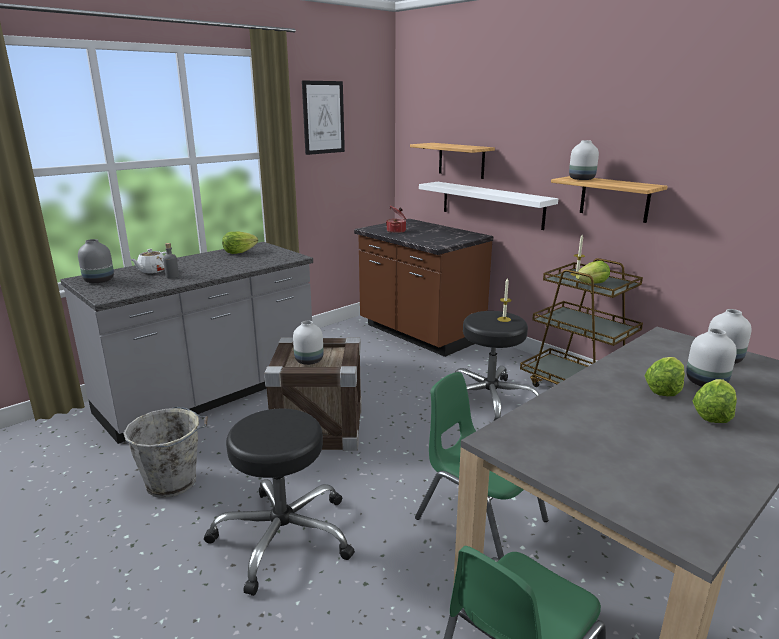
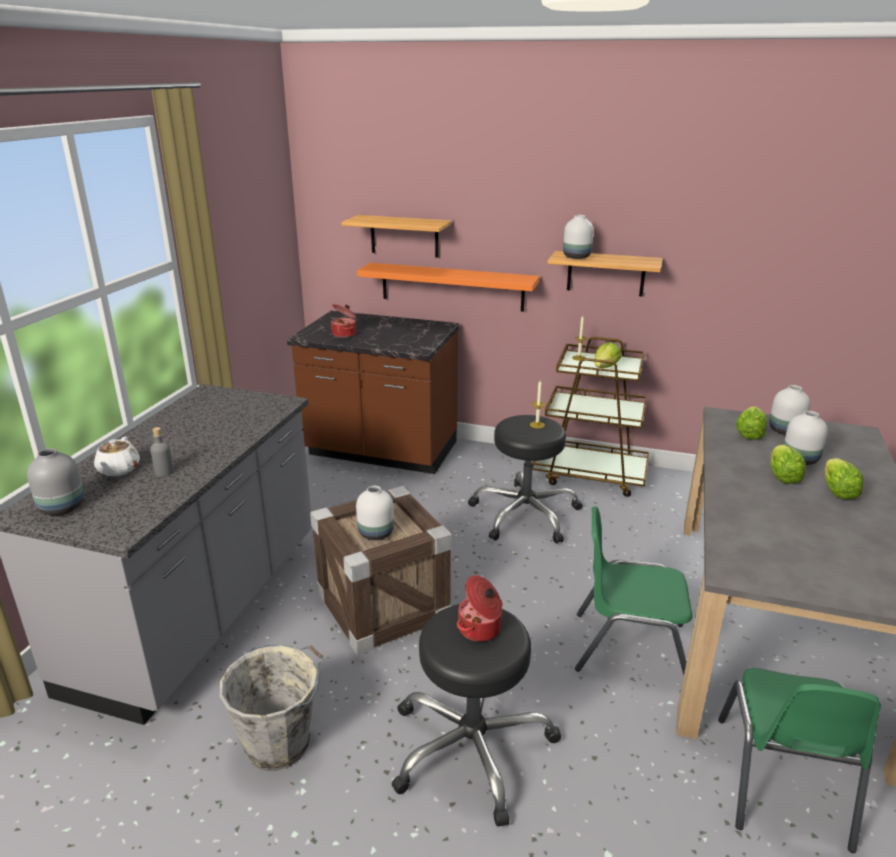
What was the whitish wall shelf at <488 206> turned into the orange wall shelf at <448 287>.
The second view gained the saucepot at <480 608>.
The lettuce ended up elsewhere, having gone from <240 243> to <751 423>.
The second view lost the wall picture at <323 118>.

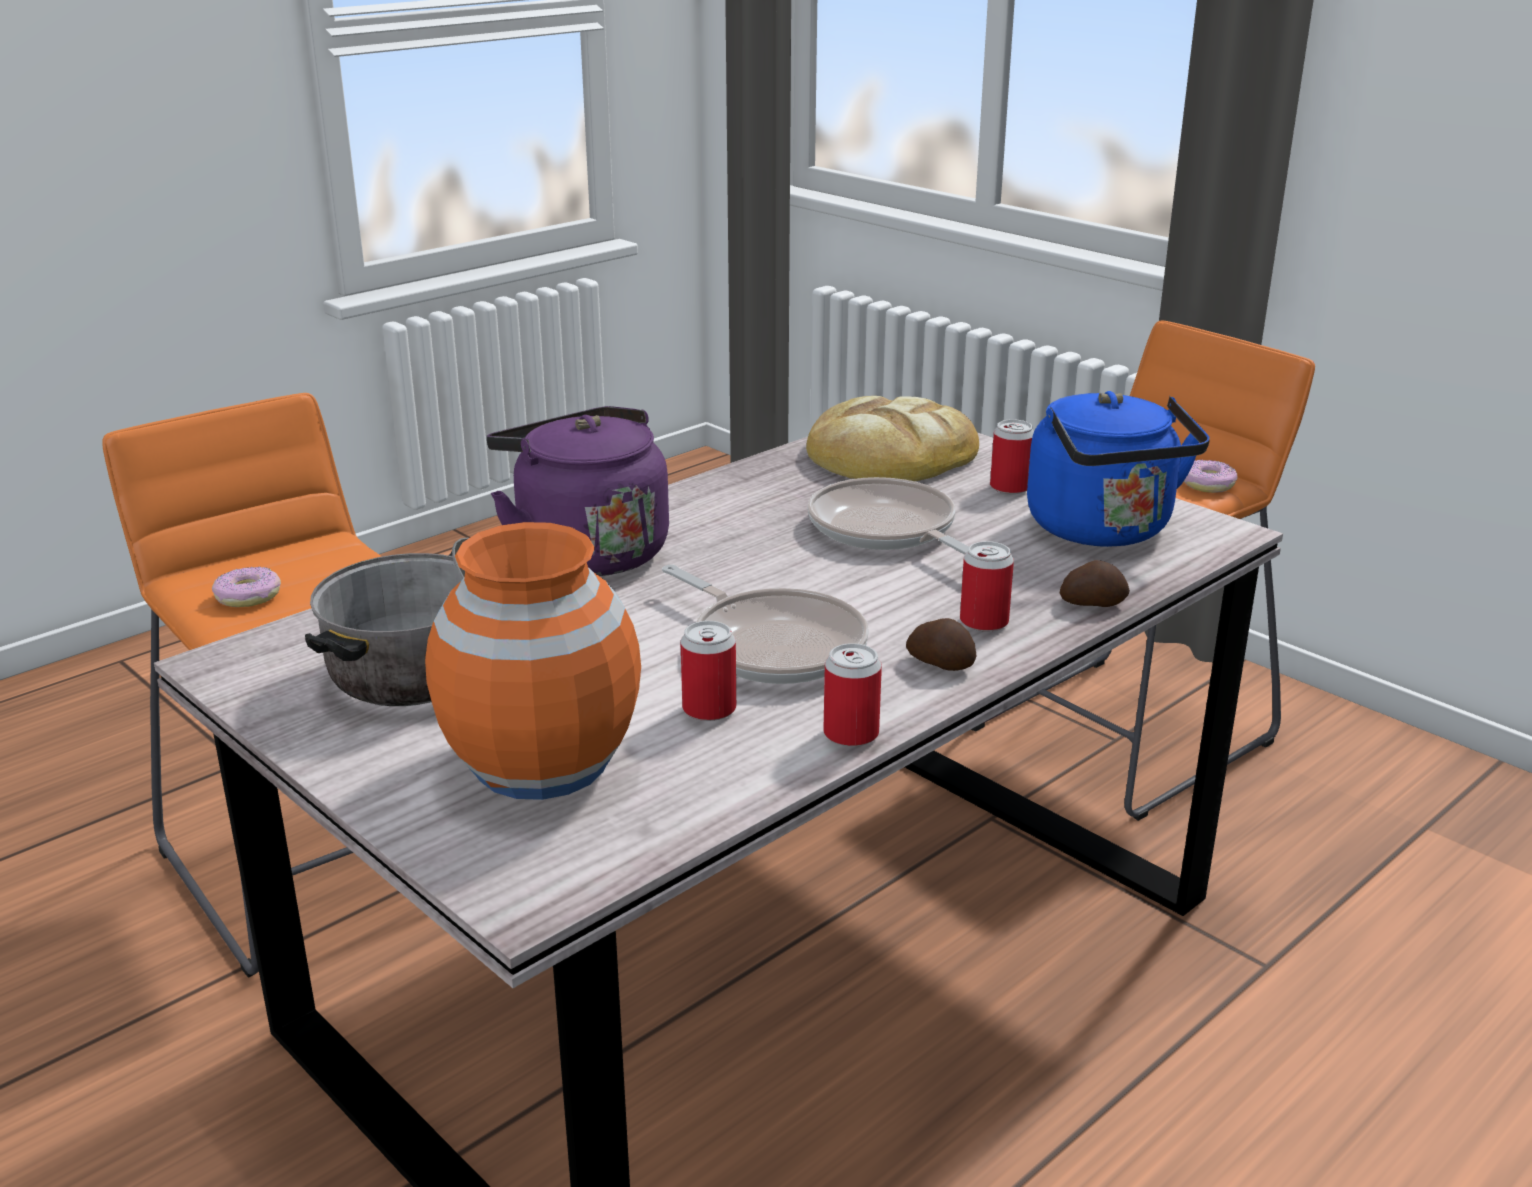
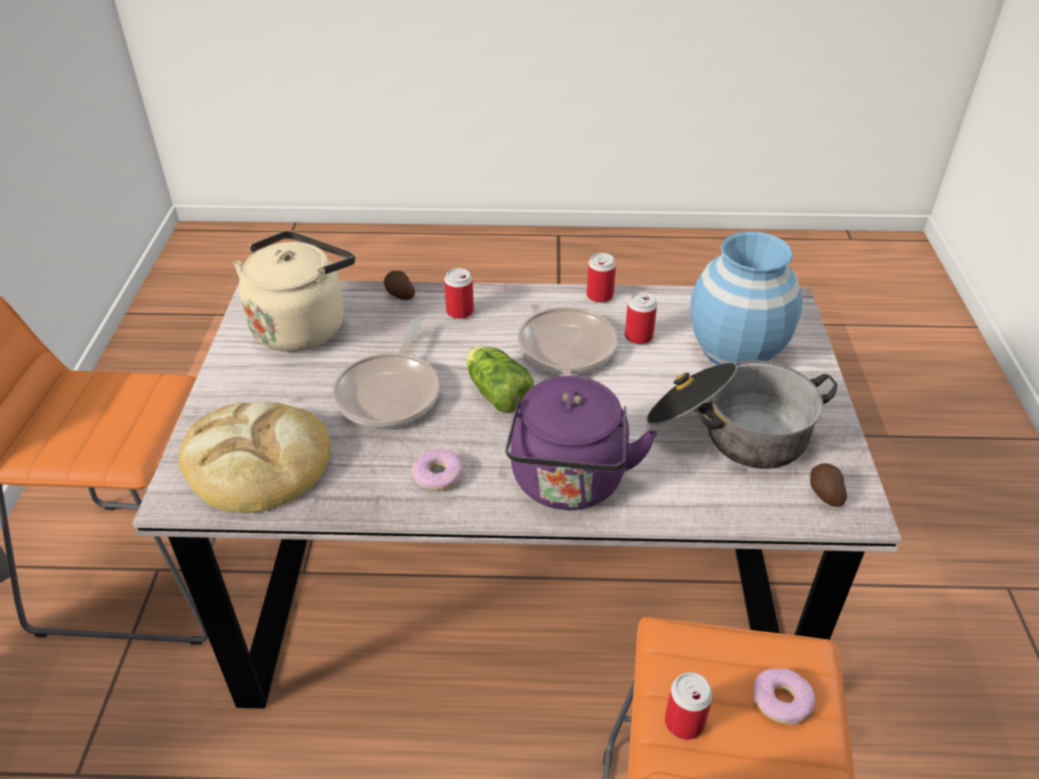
What was the blue-coloured water kettle at <1118 469> turned into the beige water kettle at <294 291>.
The donut ended up elsewhere, having gone from <1210 476> to <437 470>.
The second view gained the lettuce at <500 379>.
The metal can ended up elsewhere, having gone from <1012 456> to <689 706>.
What was the orange vase at <533 661> turned into the blue-coloured vase at <746 298>.
The spud ended up elsewhere, having gone from <941 644> to <828 485>.

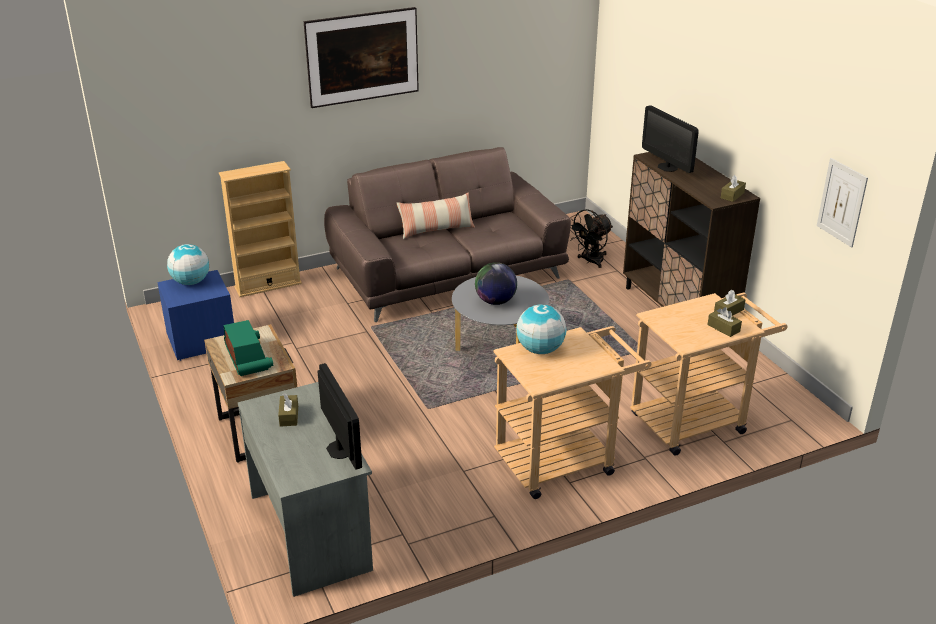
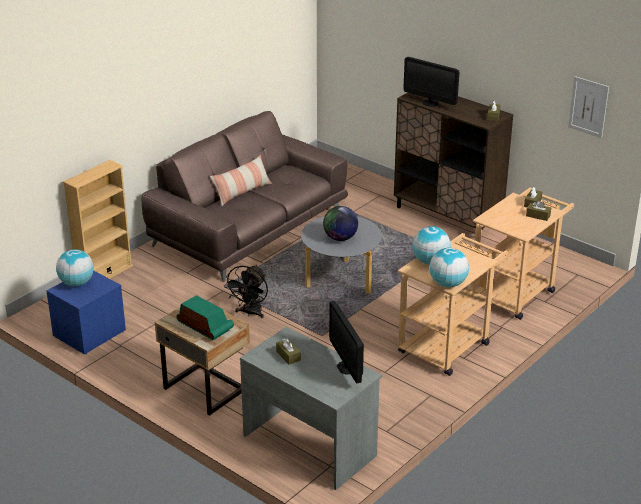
The black-coloured fan ended up elsewhere, having gone from <592 238> to <246 291>.
The computer screen at <339 416> ended up facing another way, 150 degrees counterclockwise from before.
The second view gained the world globe at <449 267>.
The second view lost the wall picture at <361 57>.

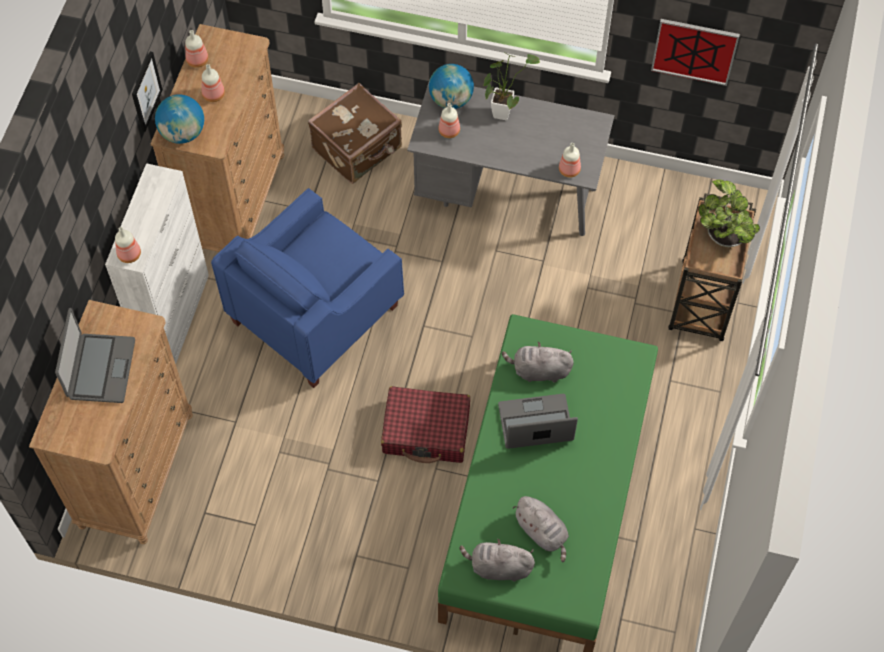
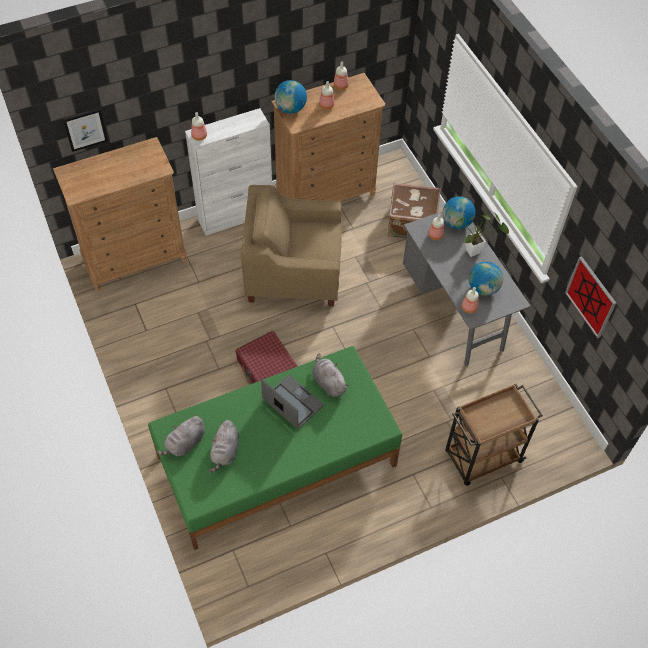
The wall picture ended up elsewhere, having gone from <147 91> to <85 130>.
The gray cuddly toy at <497 560> ended up facing another way, 105 degrees counterclockwise from before.
What was the blue-coloured easy chair at <307 288> turned into the beige easy chair at <291 245>.
The second view gained the world globe at <486 279>.
The second view lost the portable computer at <95 355>.
The second view lost the plant in a pot at <729 213>.

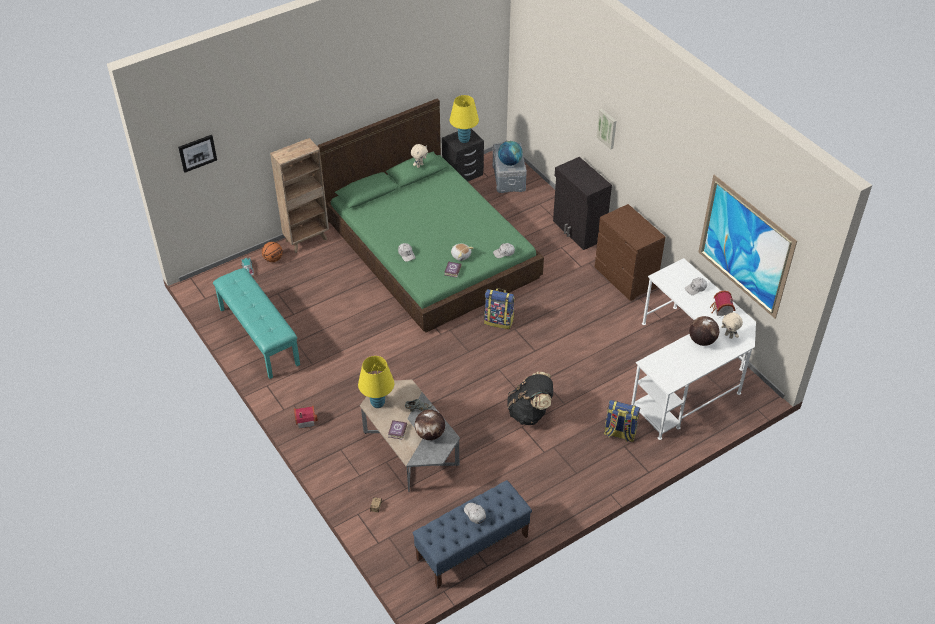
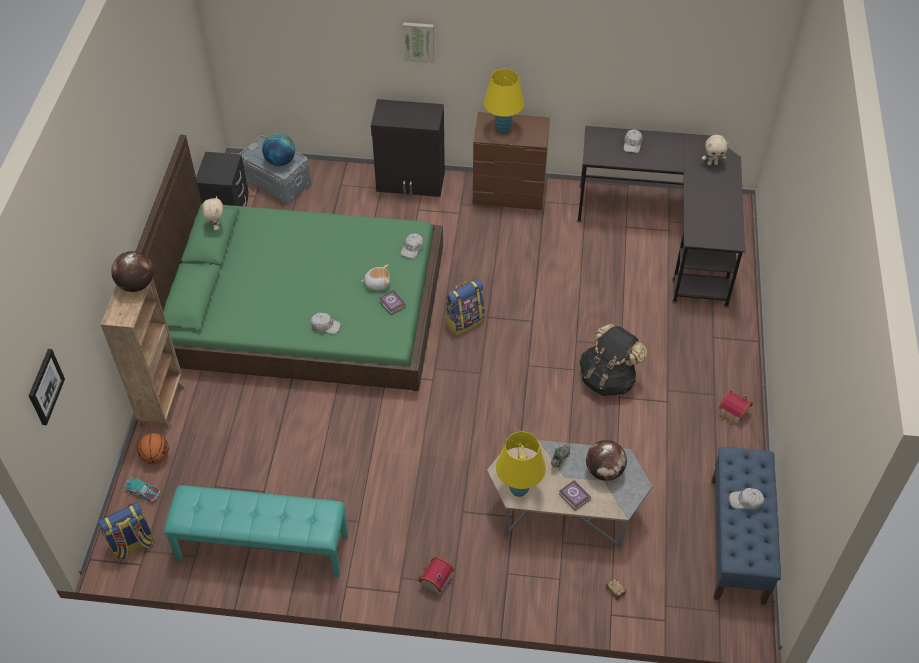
The rucksack ended up elsewhere, having gone from <622 421> to <126 531>.
The world globe ended up elsewhere, having gone from <704 331> to <132 271>.
The yellowish tabletop lamp ended up elsewhere, having gone from <464 119> to <504 101>.
What was the whitish desk unit at <693 349> turned into the black-coloured desk unit at <661 217>.
The toy house ended up elsewhere, having gone from <722 303> to <736 408>.
The second view lost the wall picture at <747 247>.

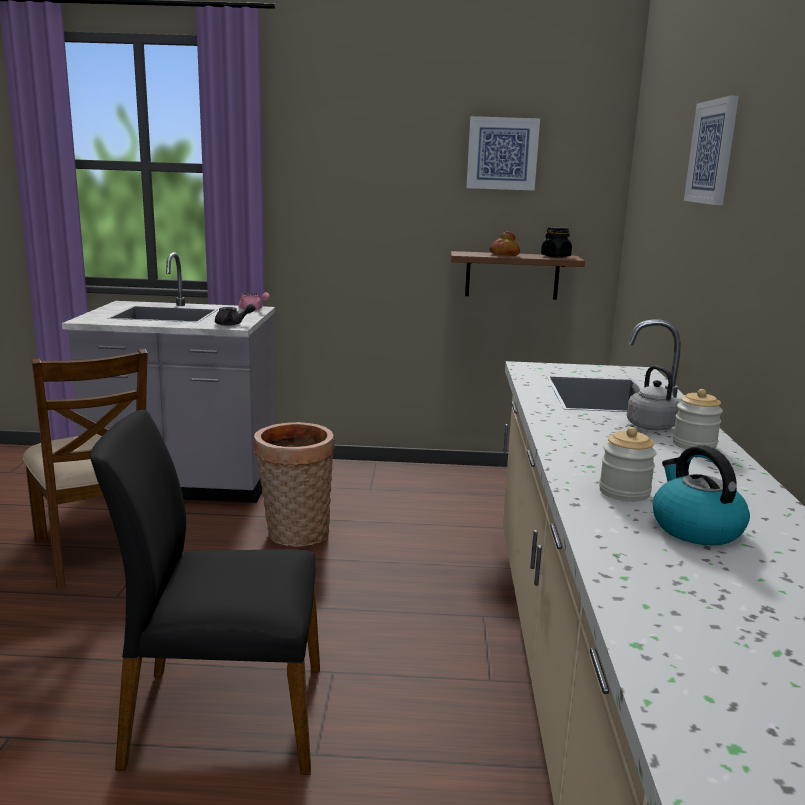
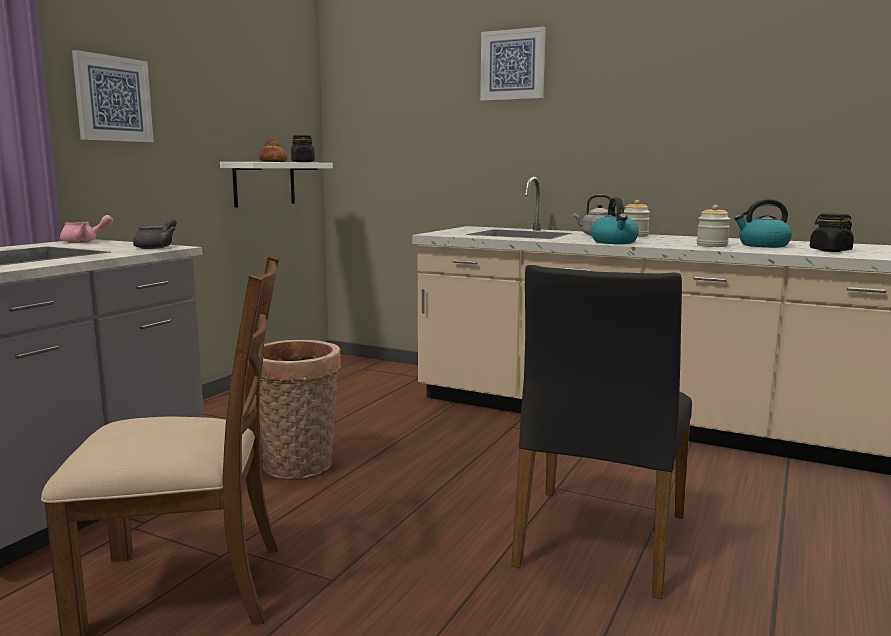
The wall picture ended up elsewhere, having gone from <503 153> to <113 96>.
What was the brown wall shelf at <518 275> turned into the whitish wall shelf at <276 185>.
The second view gained the water kettle at <615 220>.
The second view gained the black-coloured preserve jar at <832 232>.

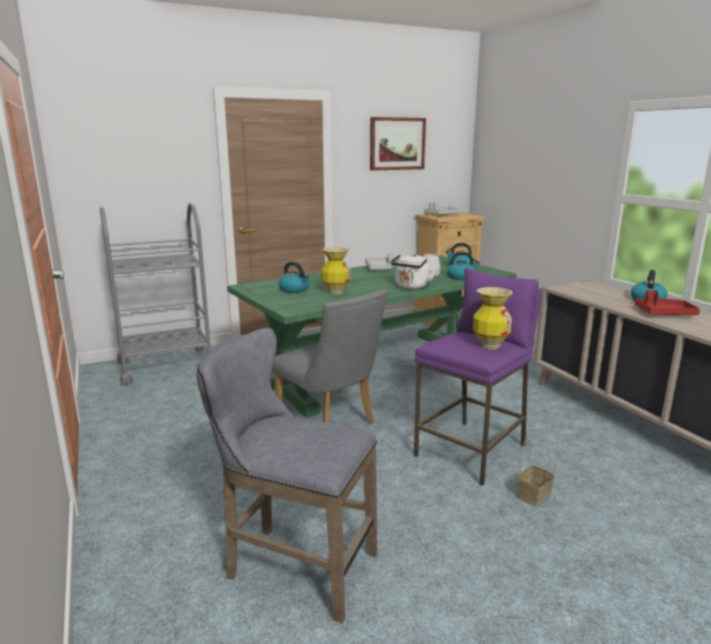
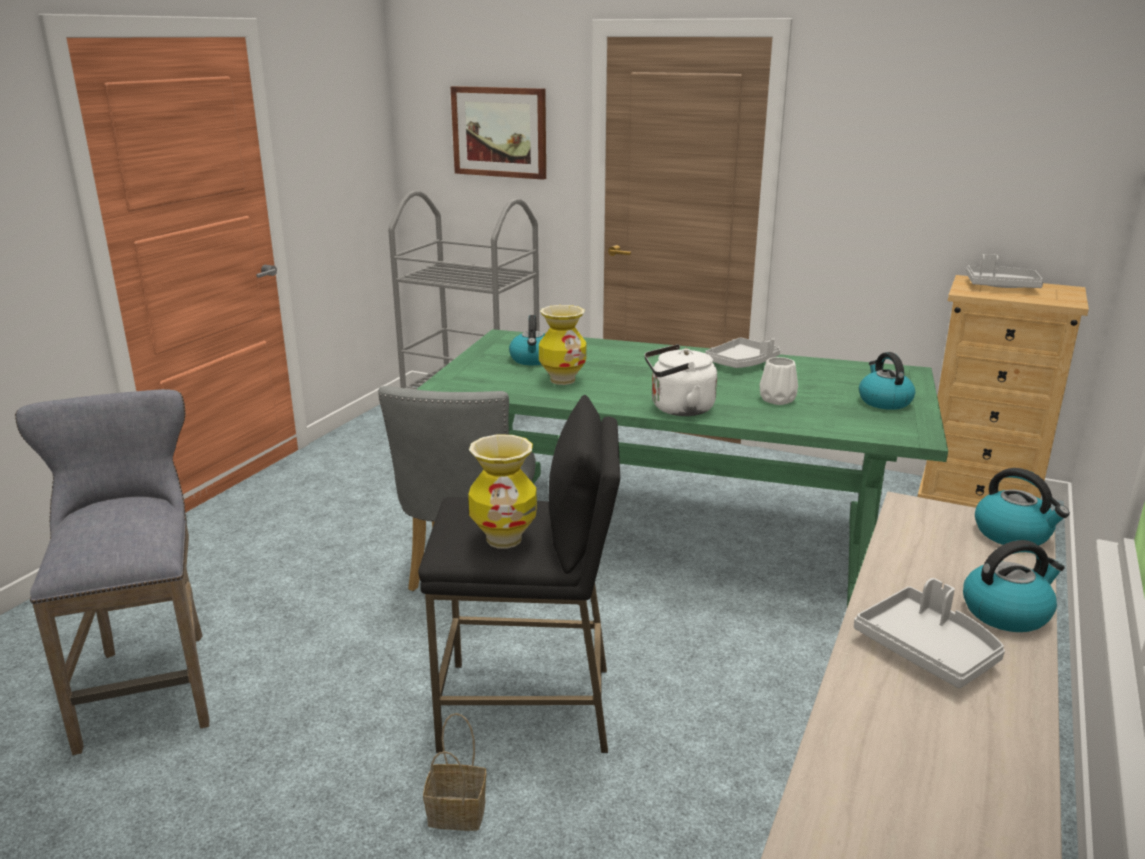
What was the purplish stool at <478 377> turned into the black-coloured stool at <519 574>.
The wall picture ended up elsewhere, having gone from <398 144> to <498 133>.
What was the reddish tray at <667 302> turned into the gray tray at <929 633>.
The water kettle ended up elsewhere, having gone from <463 266> to <1022 507>.

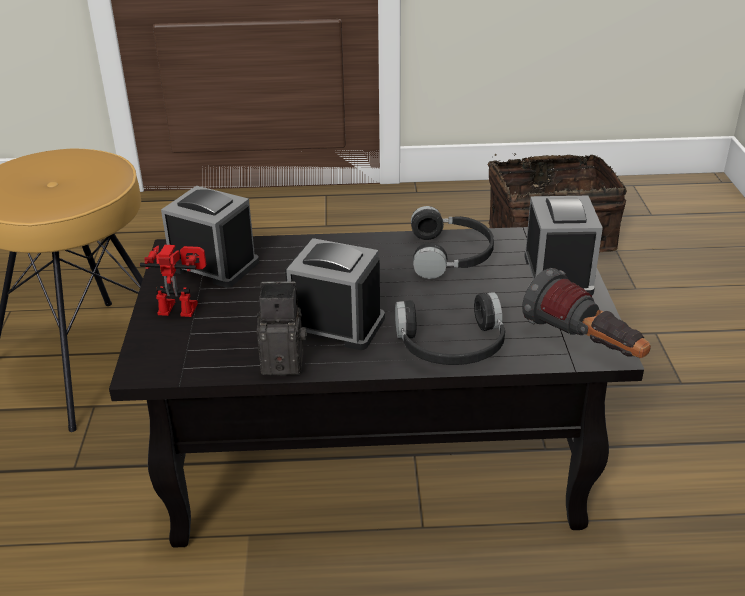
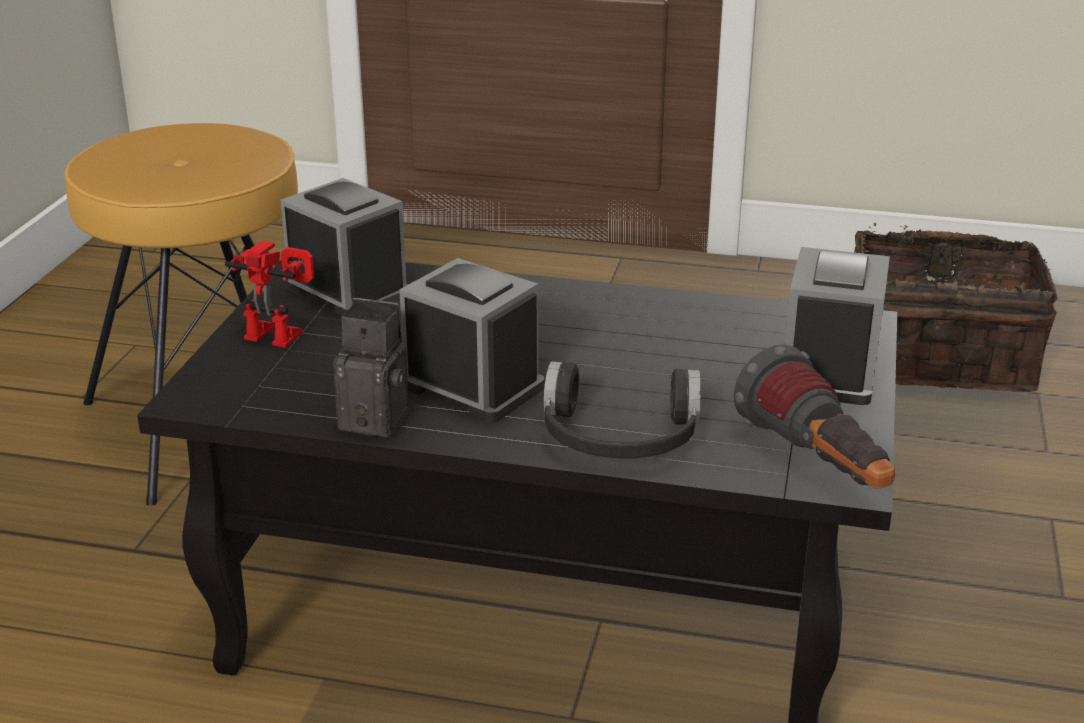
The second view lost the black-coloured pair of headphones at <452 242>.

